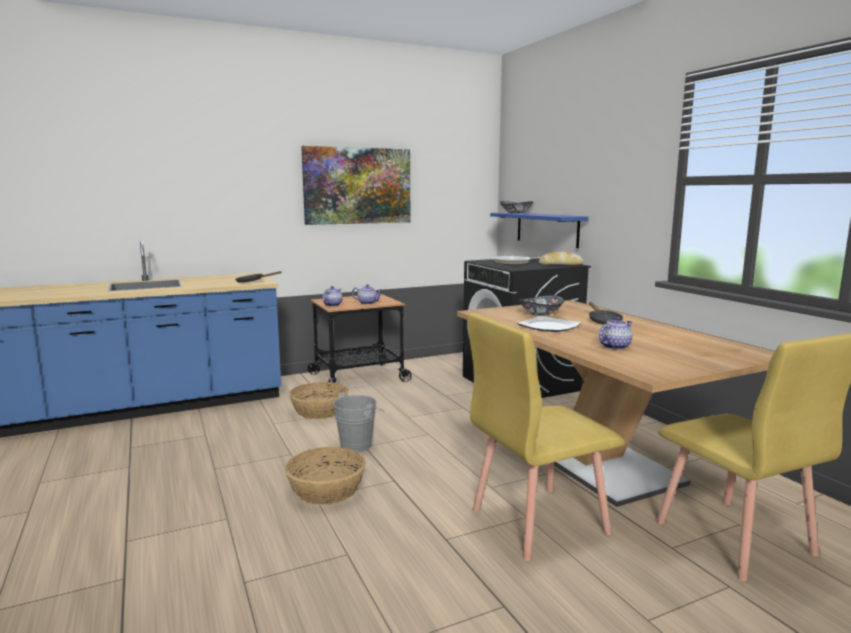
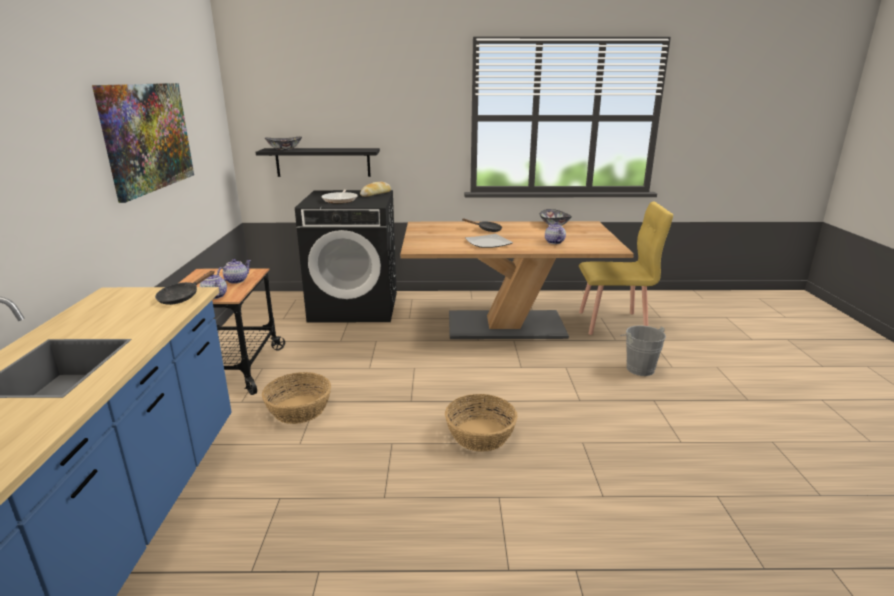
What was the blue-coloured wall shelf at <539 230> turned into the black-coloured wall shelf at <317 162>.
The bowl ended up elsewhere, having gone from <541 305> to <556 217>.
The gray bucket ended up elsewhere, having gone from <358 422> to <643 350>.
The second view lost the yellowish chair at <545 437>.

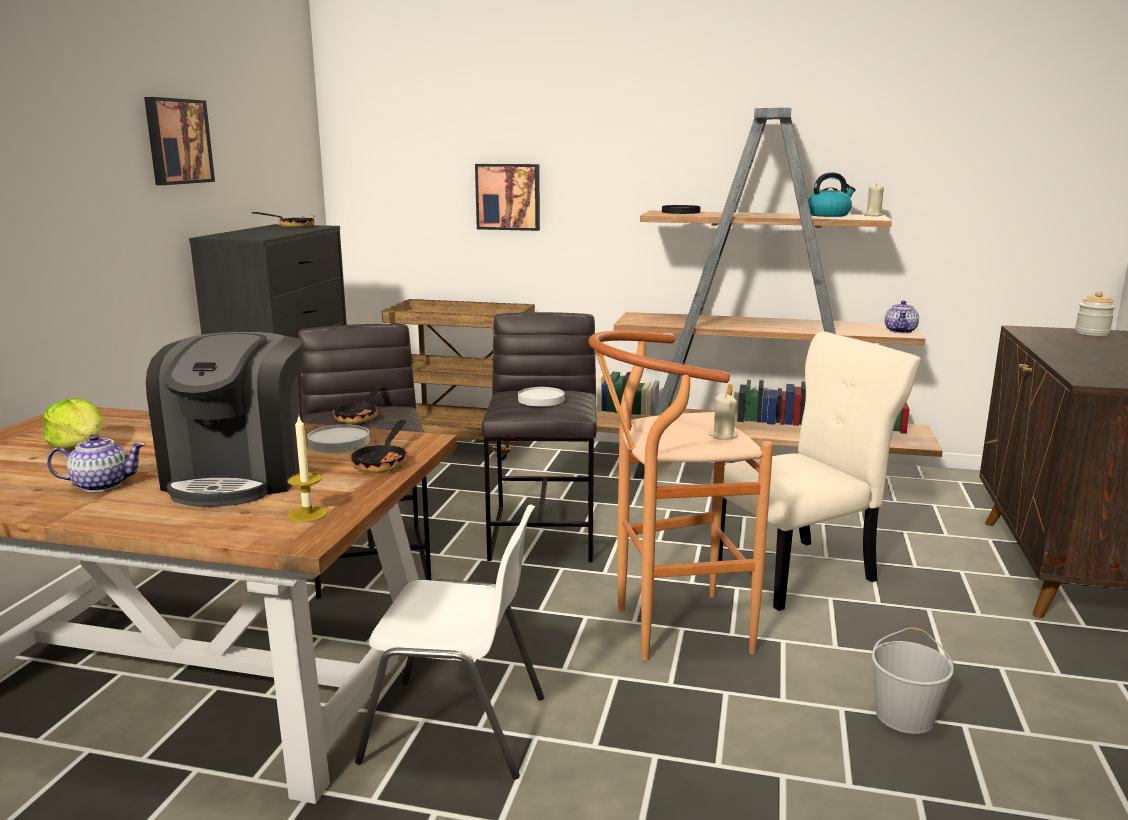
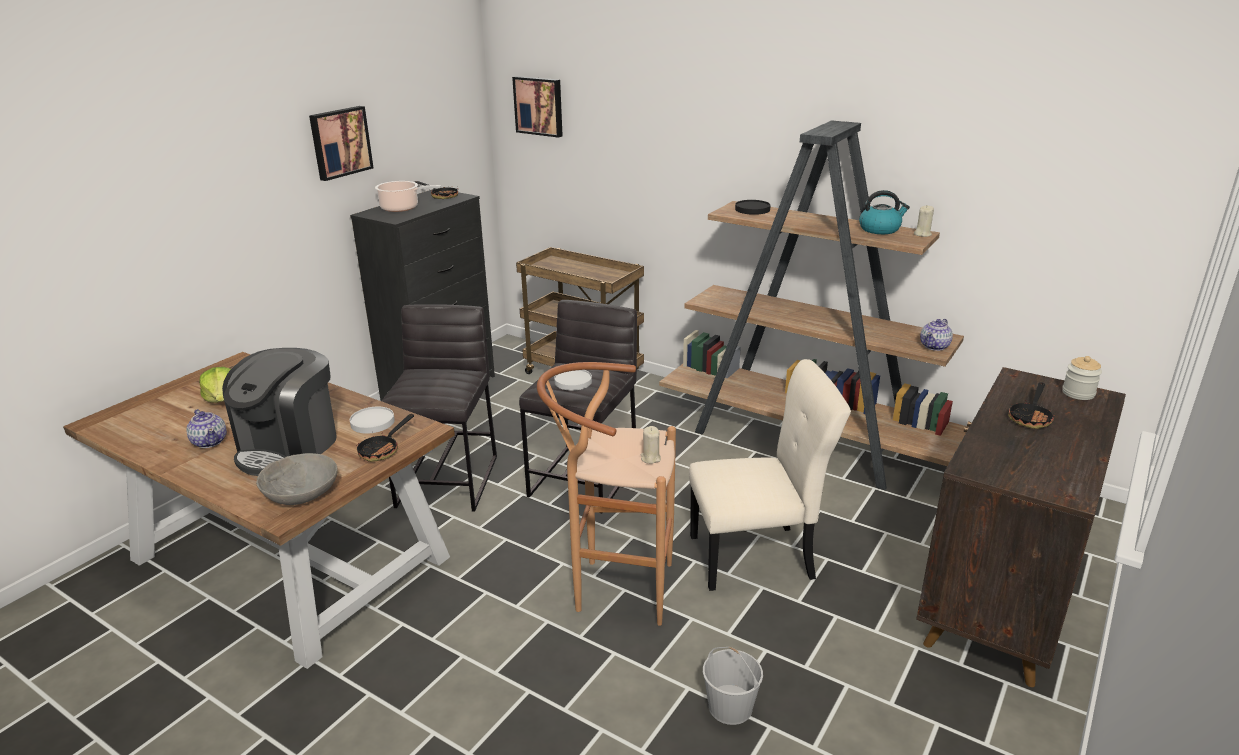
The pot for tea at <96 463> ended up facing another way, 45 degrees clockwise from before.
Where the wax light stood at <307 469>, the gray bowl came to stand at <297 479>.
The second view gained the saucepot at <408 196>.
The wall picture ended up elsewhere, having gone from <507 197> to <537 107>.
The pan ended up elsewhere, having gone from <357 405> to <1031 405>.
The second view lost the whitish chair at <449 642>.

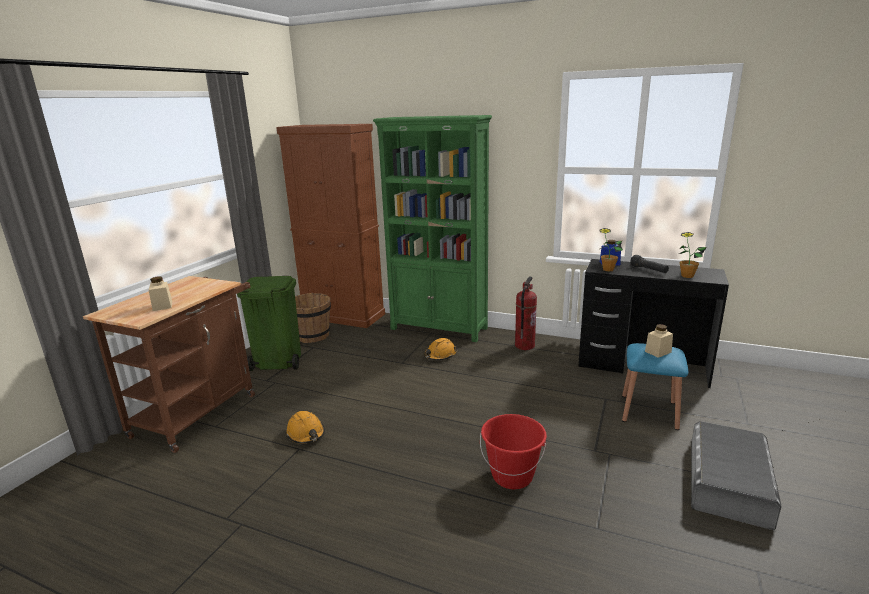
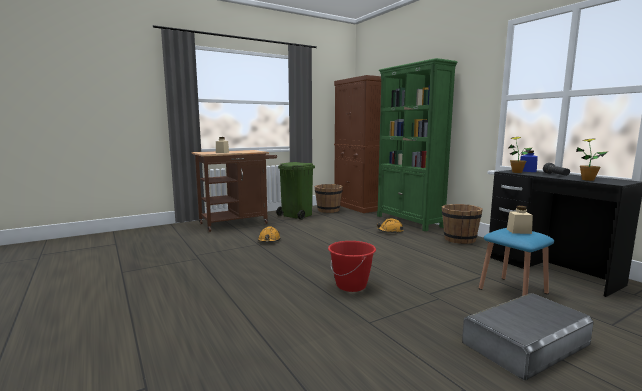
Where the extinguisher stood at <526 313>, the brown bucket came to stand at <462 224>.

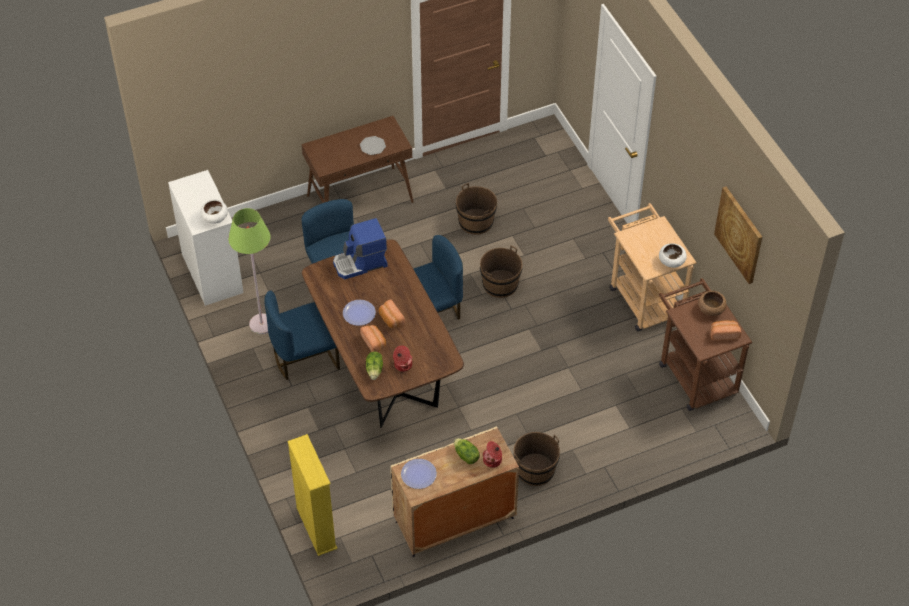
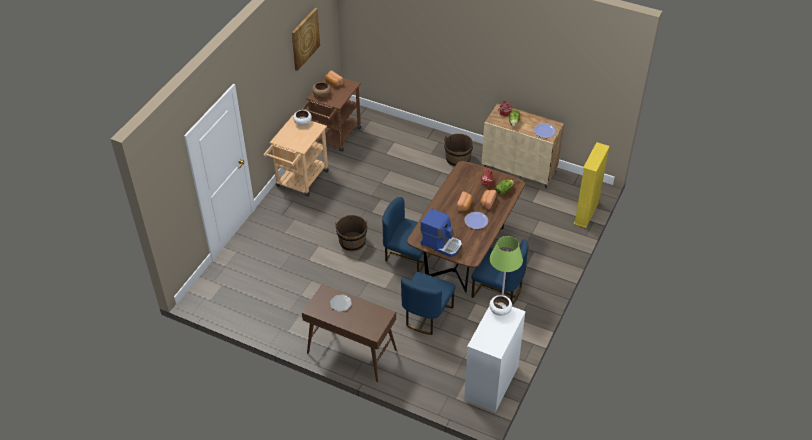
The second view lost the brown bucket at <476 209>.

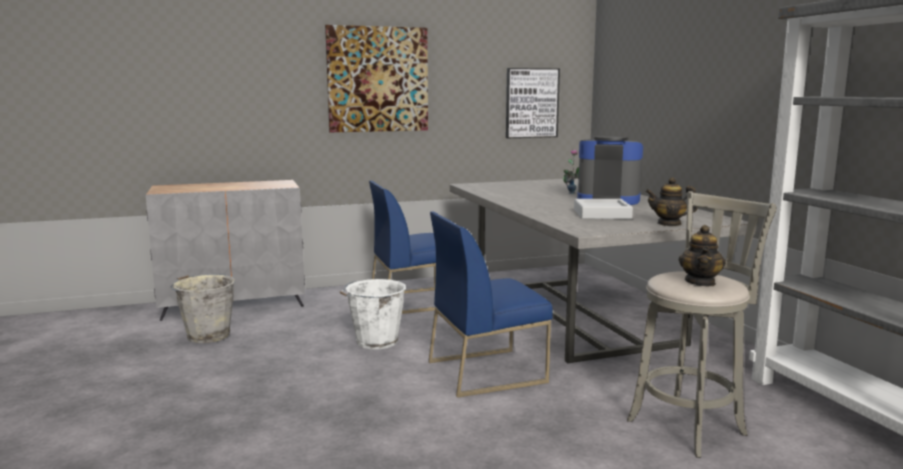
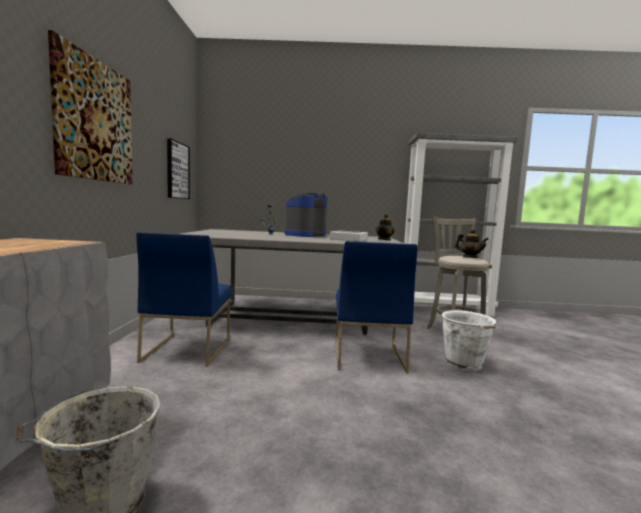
The whitish bucket ended up elsewhere, having gone from <373 314> to <470 340>.

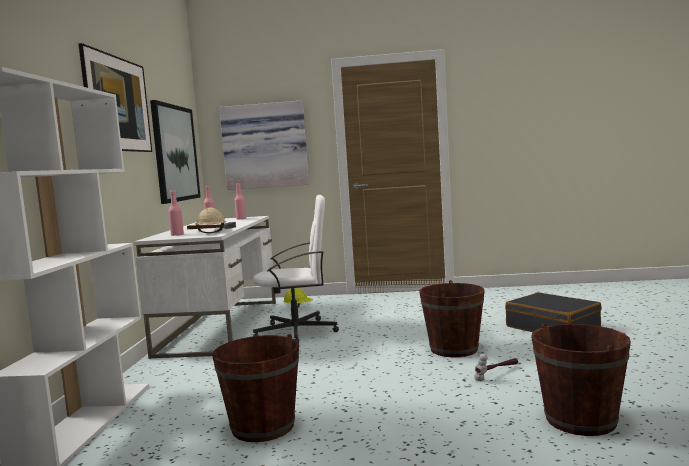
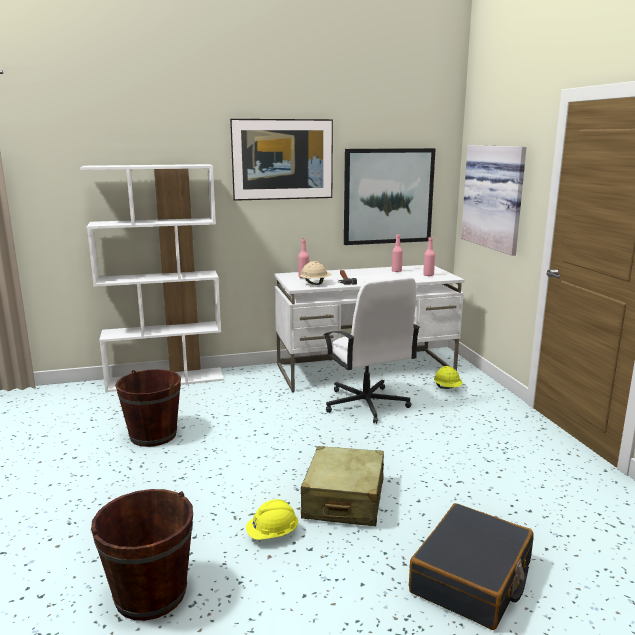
Where the hand hammer stood at <496 367>, the yellowish work helmet came to stand at <272 519>.
Where the brown bucket stood at <452 318>, the beige travel case came to stand at <342 486>.

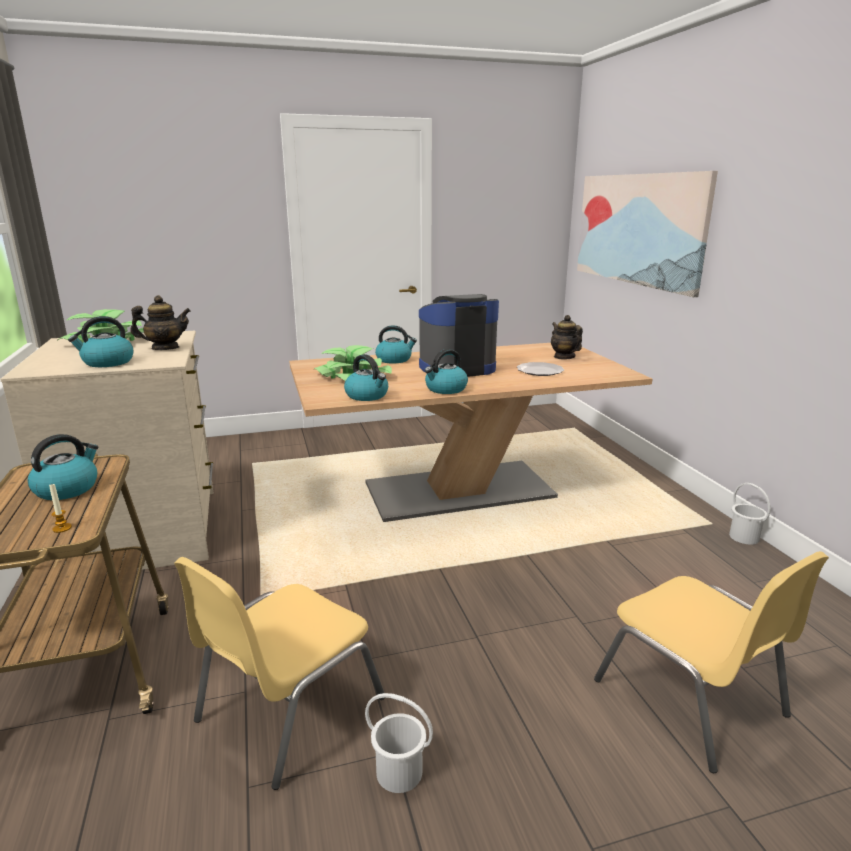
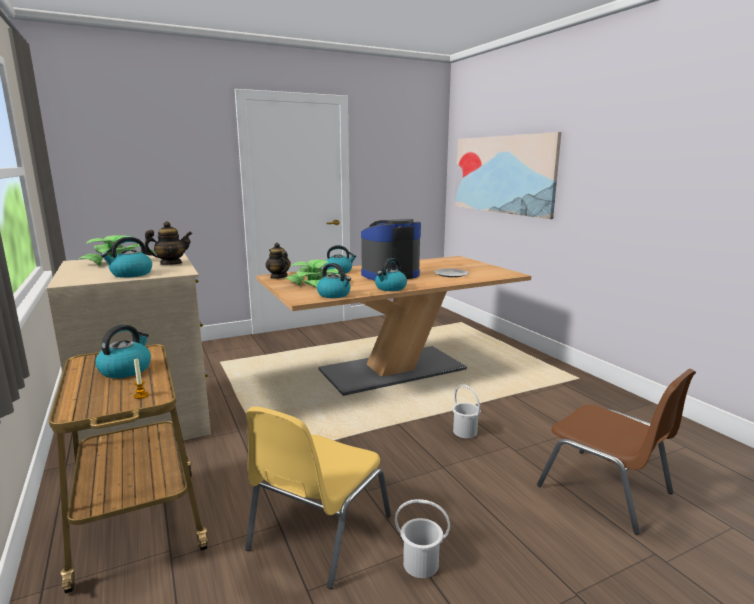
The pot for tea ended up elsewhere, having gone from <567 337> to <278 261>.
The whitish bucket ended up elsewhere, having gone from <750 514> to <466 411>.
What was the yellowish chair at <711 662> turned into the brown chair at <616 452>.

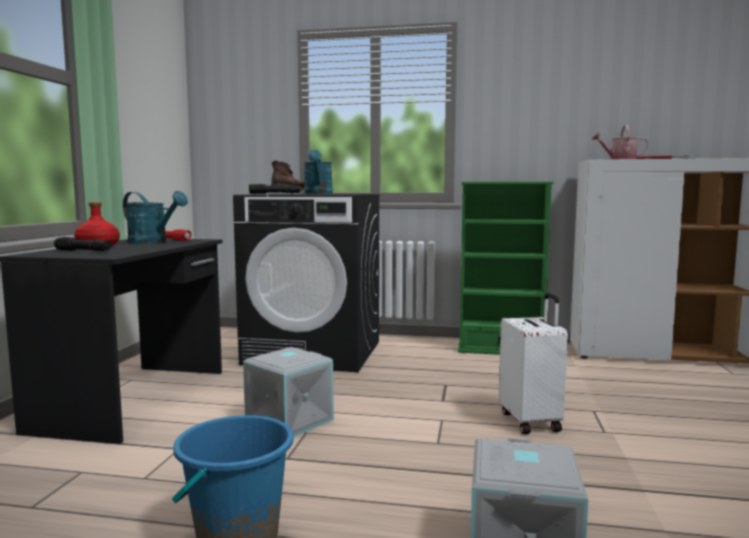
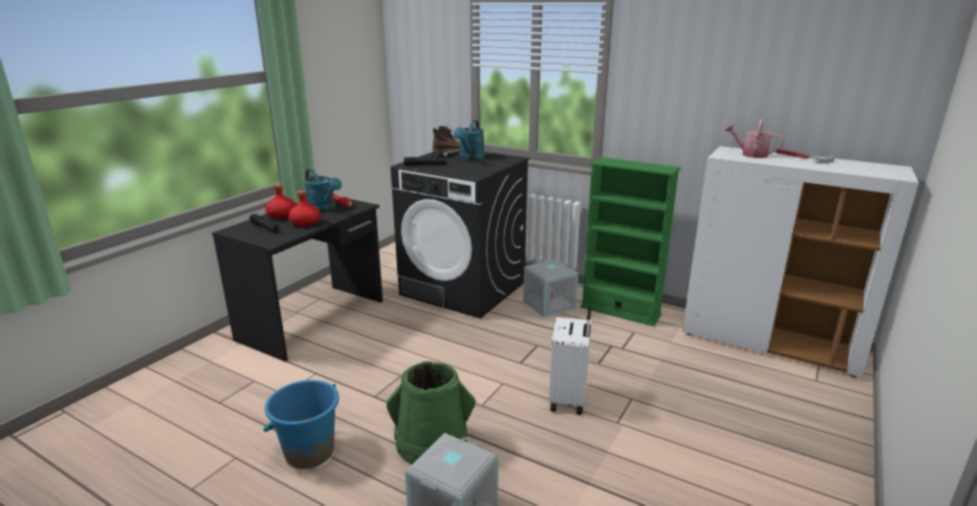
The second view gained the reddish bottle at <304 208>.
The second view gained the greenish bucket at <431 412>.
The gray storage container ended up elsewhere, having gone from <288 392> to <550 288>.

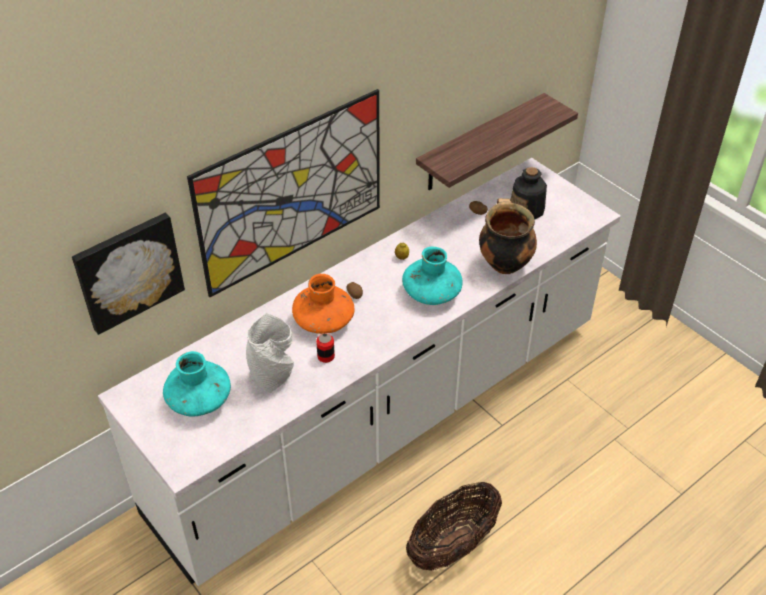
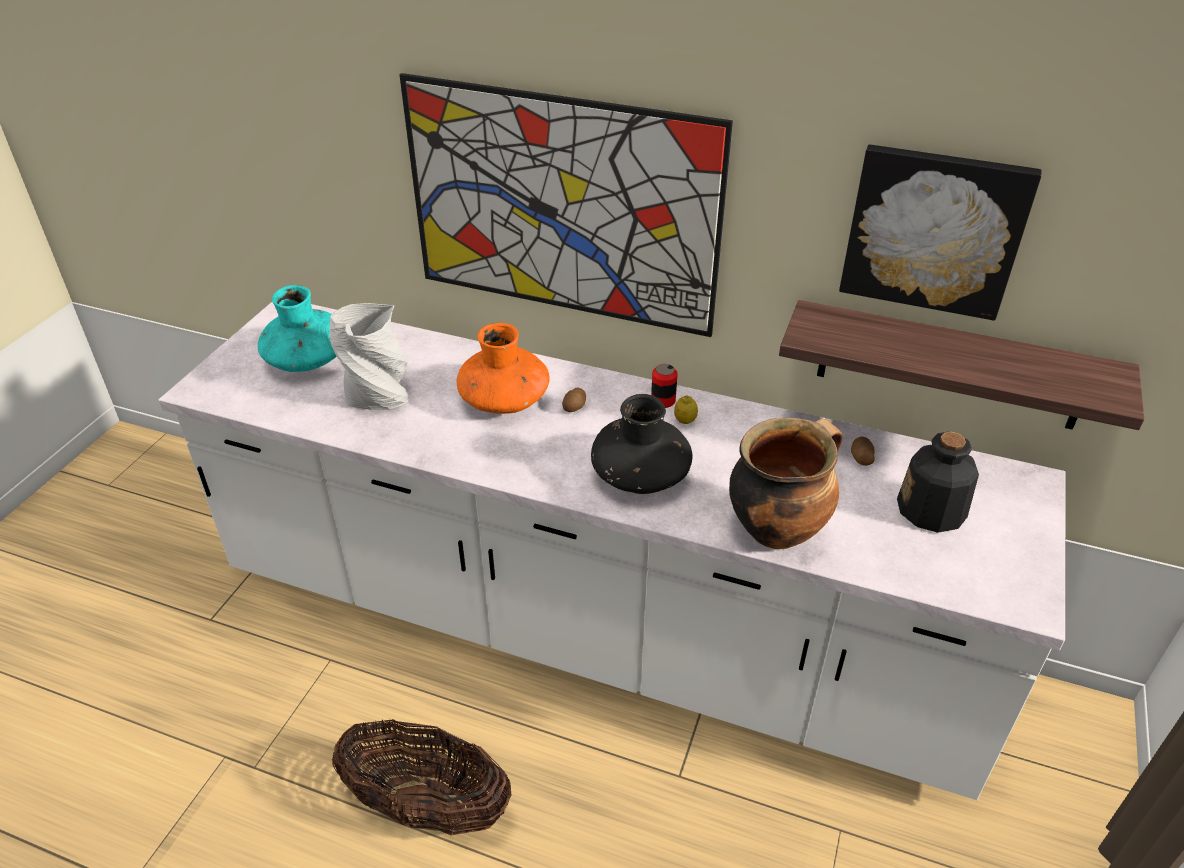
What was the turquoise vase at <432 276> turned into the black-coloured vase at <641 444>.
The metal can ended up elsewhere, having gone from <325 348> to <664 386>.
The wall picture ended up elsewhere, having gone from <128 274> to <940 232>.

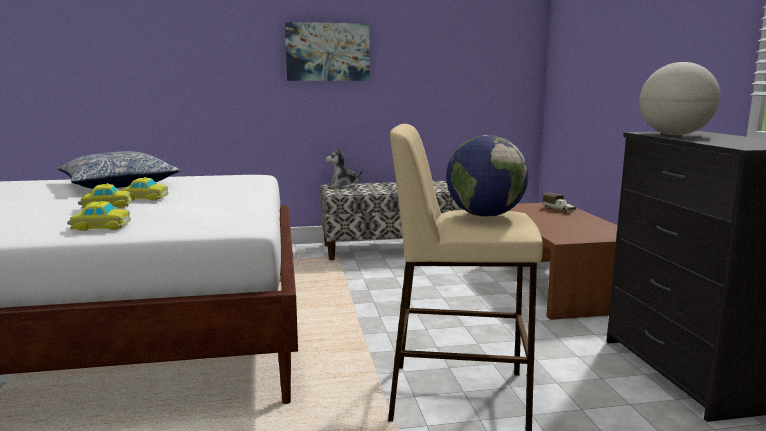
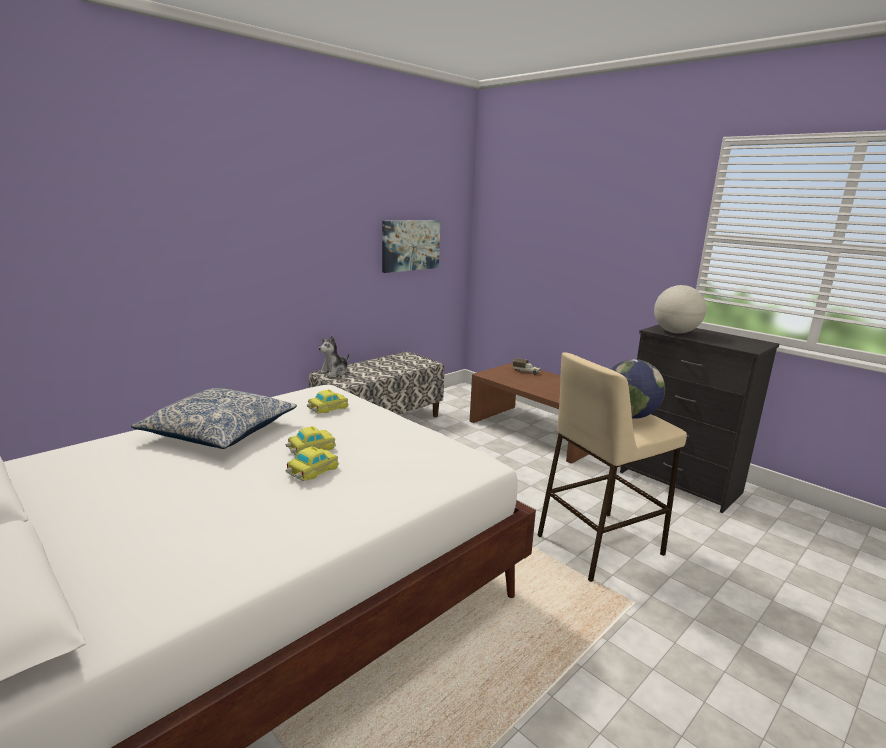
The toy car ended up elsewhere, having gone from <99 215> to <328 401>.
The wall picture ended up elsewhere, having gone from <327 51> to <411 246>.

